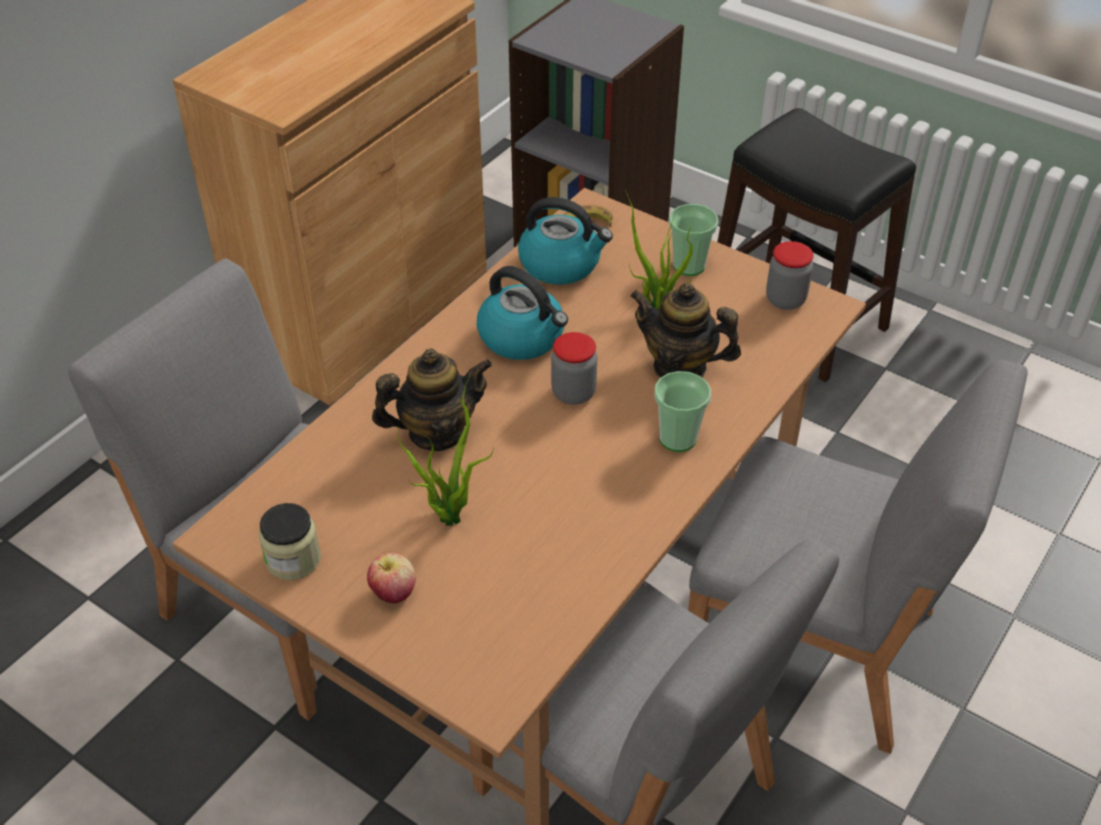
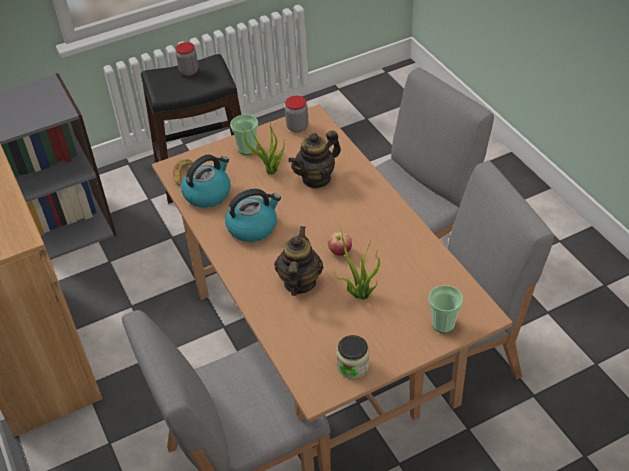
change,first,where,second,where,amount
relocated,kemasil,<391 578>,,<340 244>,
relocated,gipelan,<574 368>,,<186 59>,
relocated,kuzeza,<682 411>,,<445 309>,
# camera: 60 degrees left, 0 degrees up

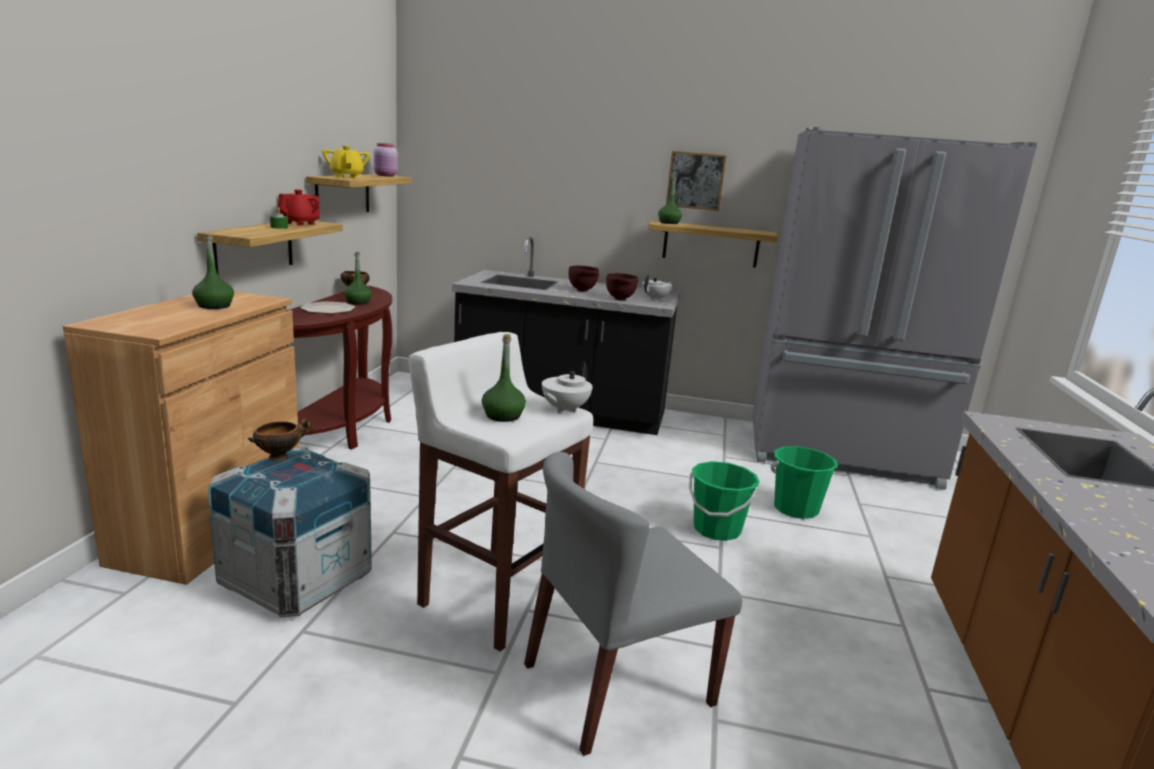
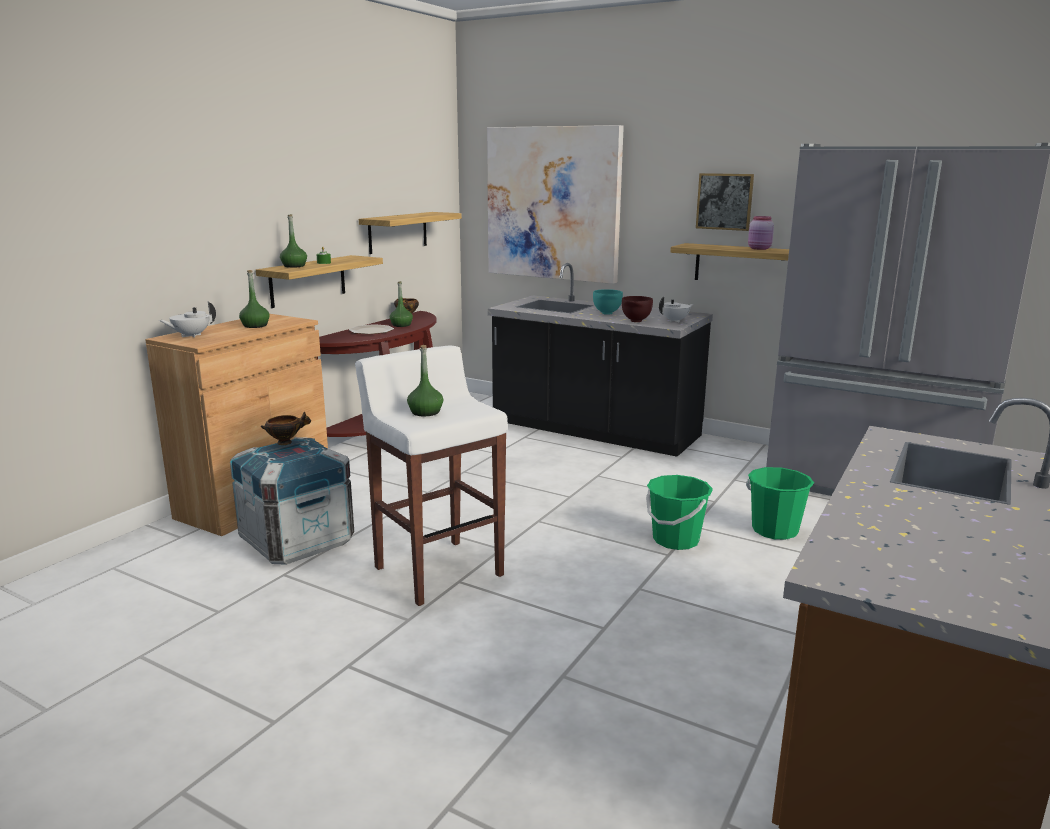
change,first,where,second,where,amount
missing,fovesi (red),<299 207>,,,
missing,fovesi (yellow),<346 161>,,,
relocated,gipelan (pink),<386 159>,,<761 233>,
missing,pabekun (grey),<633 604>,,,
relocated,fovesi (white),<567 387>,,<187 320>,
colour,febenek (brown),<584 279>,febenek (turquoise),<608 302>,
relocated,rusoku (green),<670 200>,,<293 241>,
appeared,,,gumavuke,<555 204>,
# camera: 20 degrees right, 0 degrees up

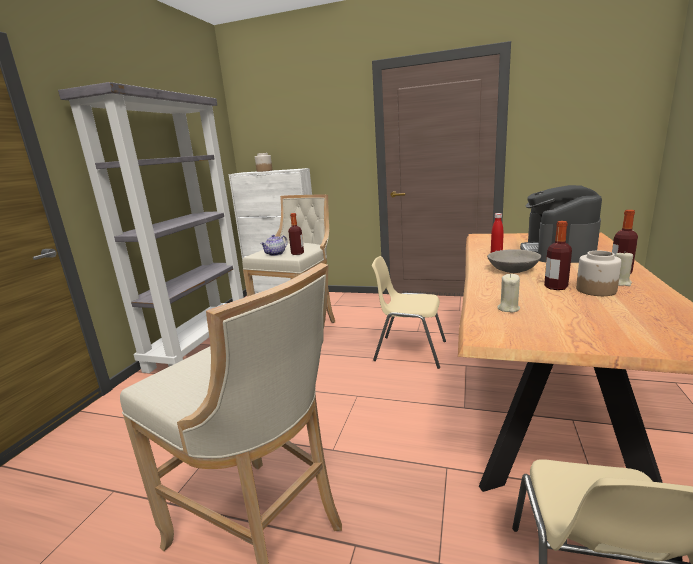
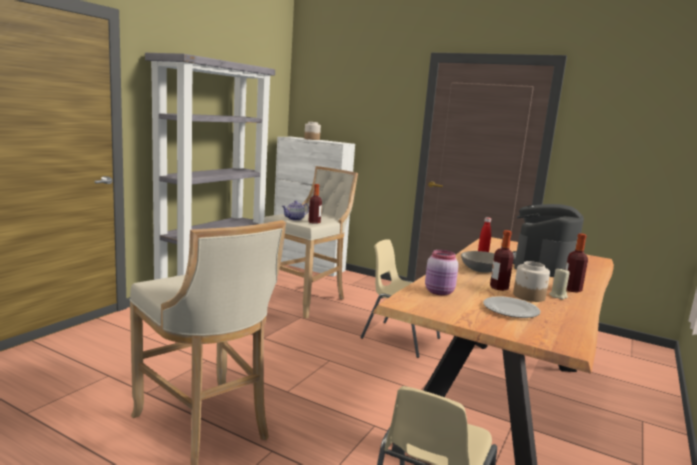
change,first,where,second,where,amount
exchanged,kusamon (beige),<508 293>,gipelan (pink),<442 273>,
appeared,,,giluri,<511 307>,
# camera: 10 degrees right, 5 degrees down

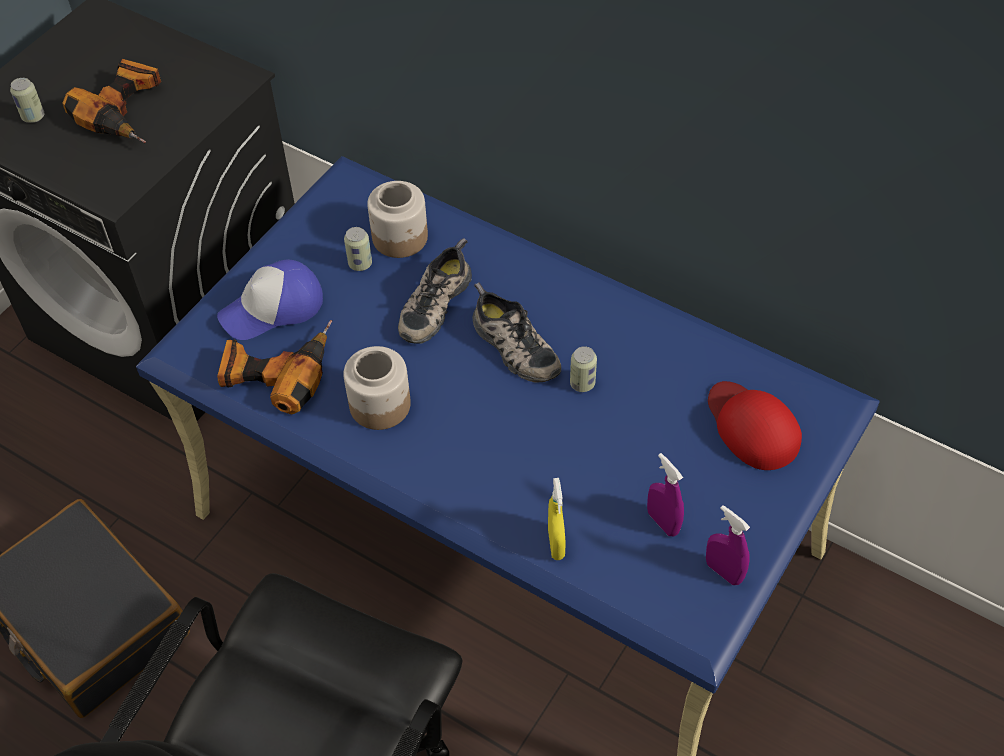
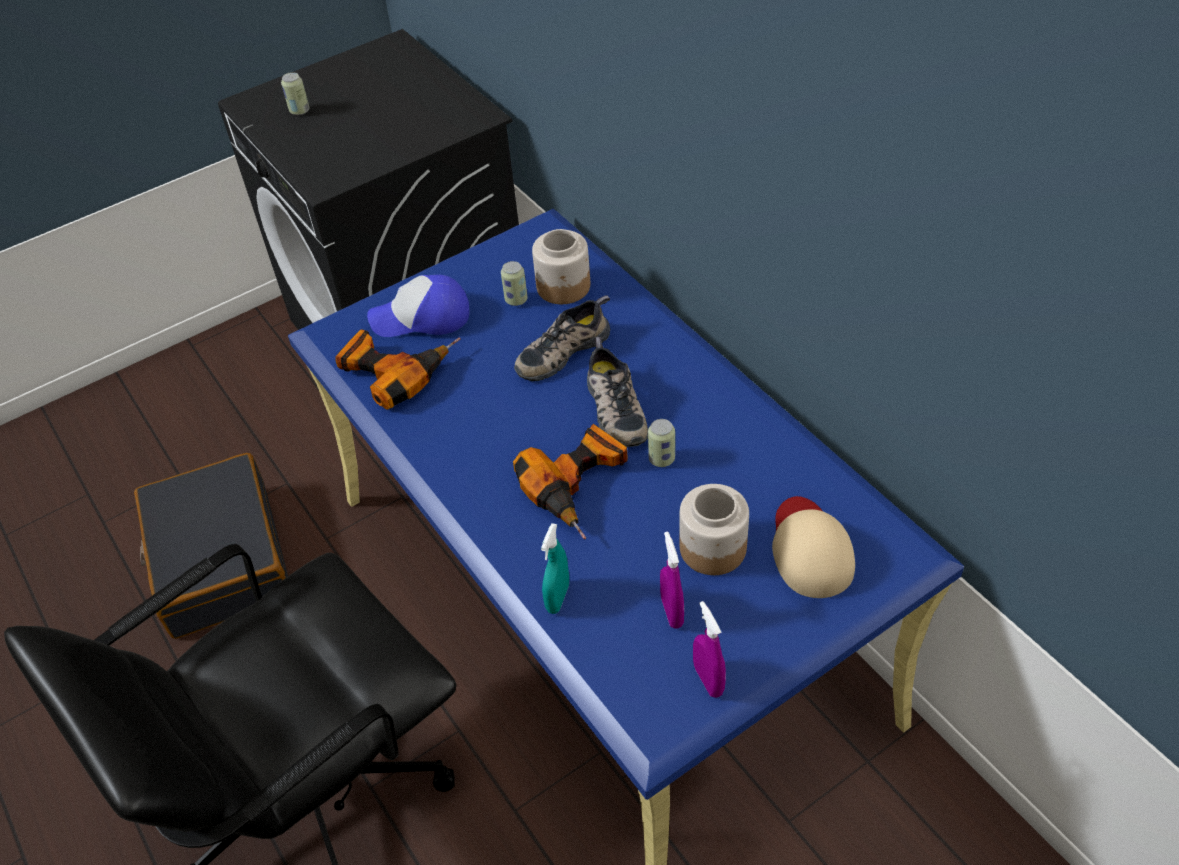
change,first,where,second,where,amount
relocated,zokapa,<111 101>,,<570 481>,
relocated,gipelan,<377 388>,,<714 529>,
colour,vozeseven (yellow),<557 519>,vozeseven (turquoise),<555 568>,
colour,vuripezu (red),<755 425>,vuripezu (beige),<813 547>,
# camera: 25 degrees right, 5 degrees down

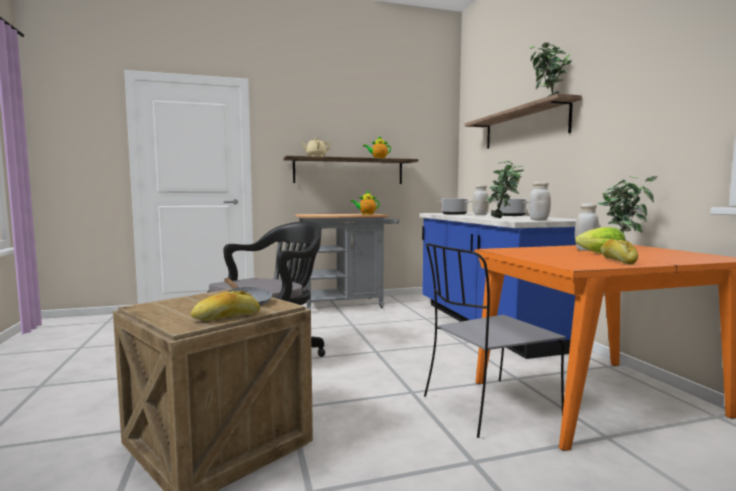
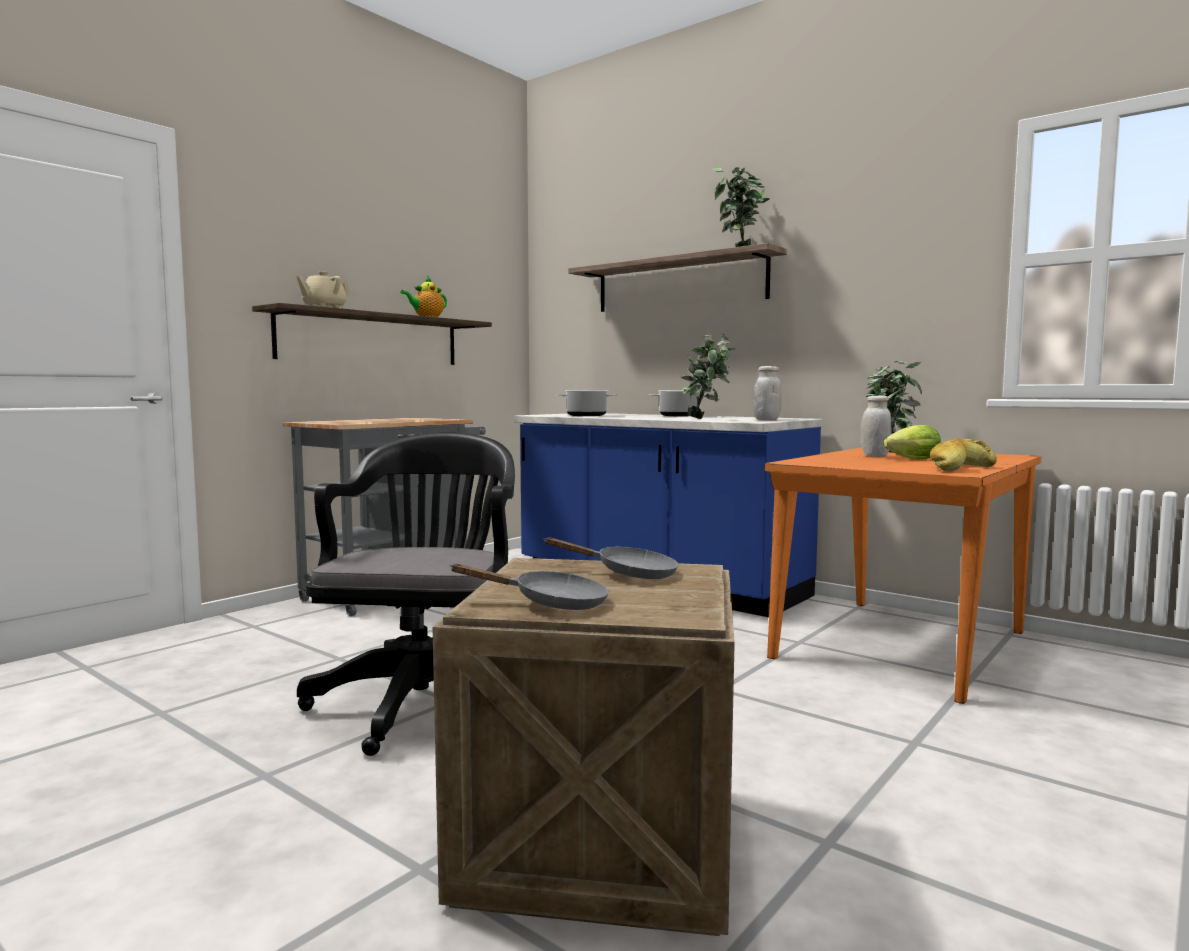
change,first,where,second,where,amount
relocated,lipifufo,<225 306>,,<948 456>,
missing,fovesi,<365 202>,,,
missing,pabekun (grey),<495 340>,,,
missing,gipelan (white),<481 200>,,,
appeared,,,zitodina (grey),<529 587>,
# camera: 35 degrees left, 0 degrees up

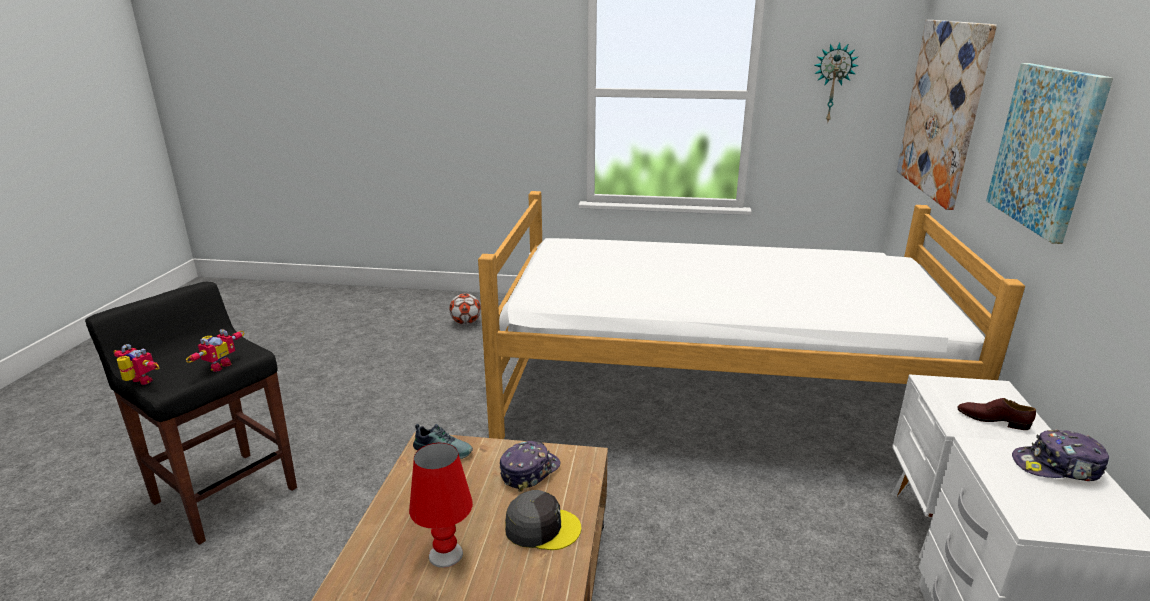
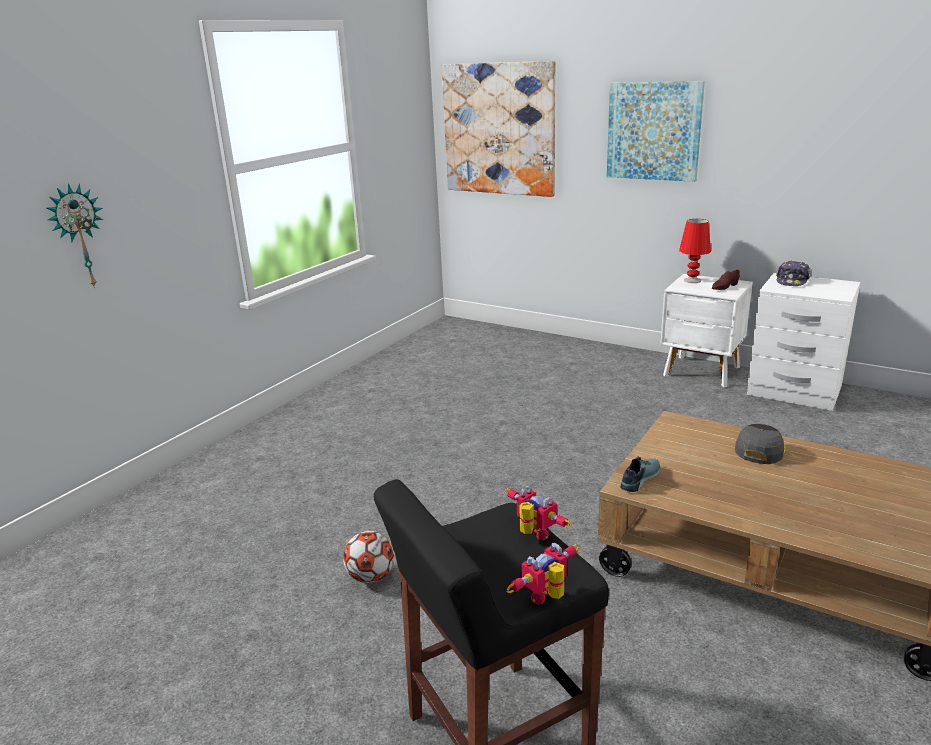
change,first,where,second,where,amount
relocated,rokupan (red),<441 505>,,<695 251>,
relocated,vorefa,<465 309>,,<368 557>,
missing,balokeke,<751 315>,,,
missing,vuripezu,<530 466>,,,
relocated,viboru,<836 82>,,<75 235>,
# camera: 65 degrees left, 0 degrees up

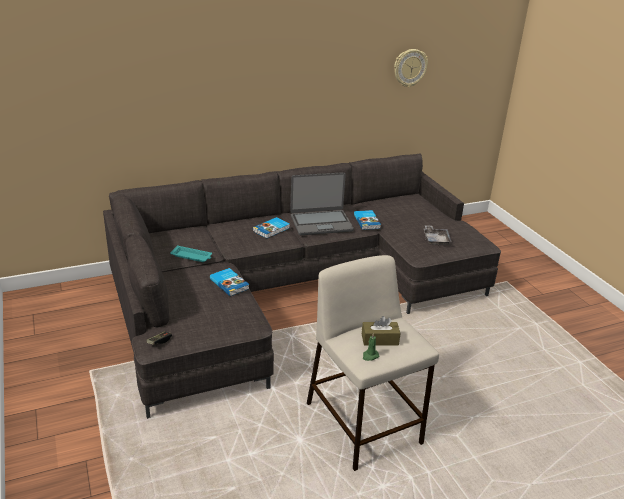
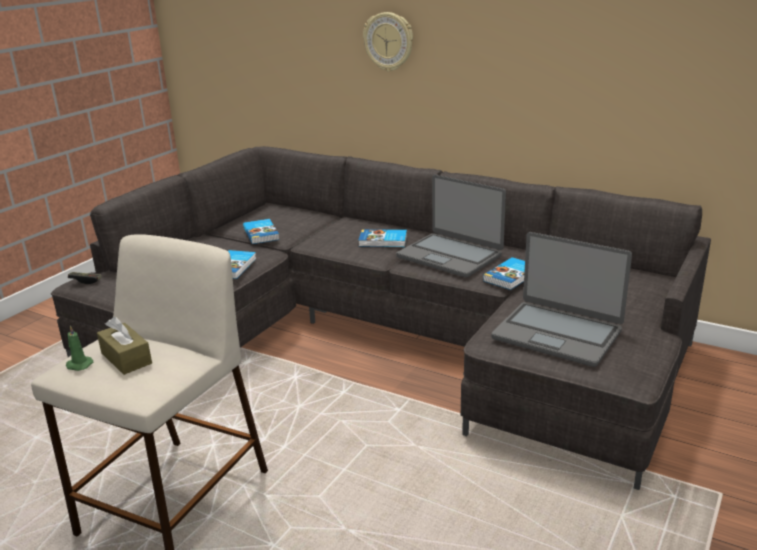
change,first,where,second,where,amount
exchanged,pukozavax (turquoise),<191 253>,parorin,<261 231>,
relocated,viboru,<411 68>,,<388 42>,
exchanged,pukozavax (grey),<437 235>,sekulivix,<561 299>,
# camera: 55 degrees right, 5 degrees down

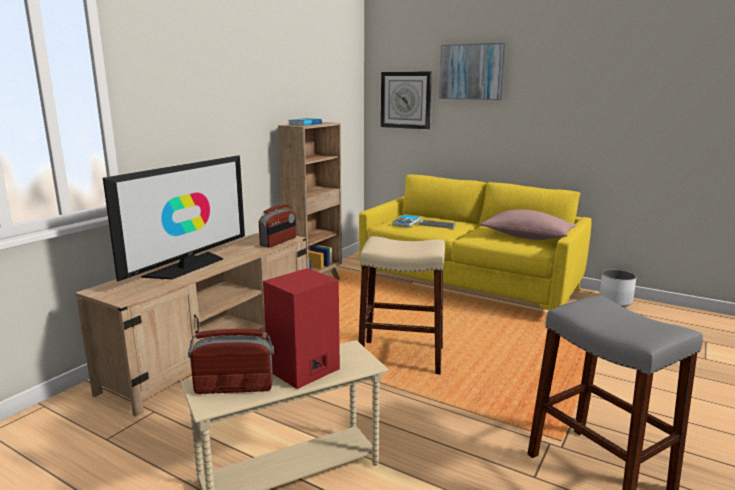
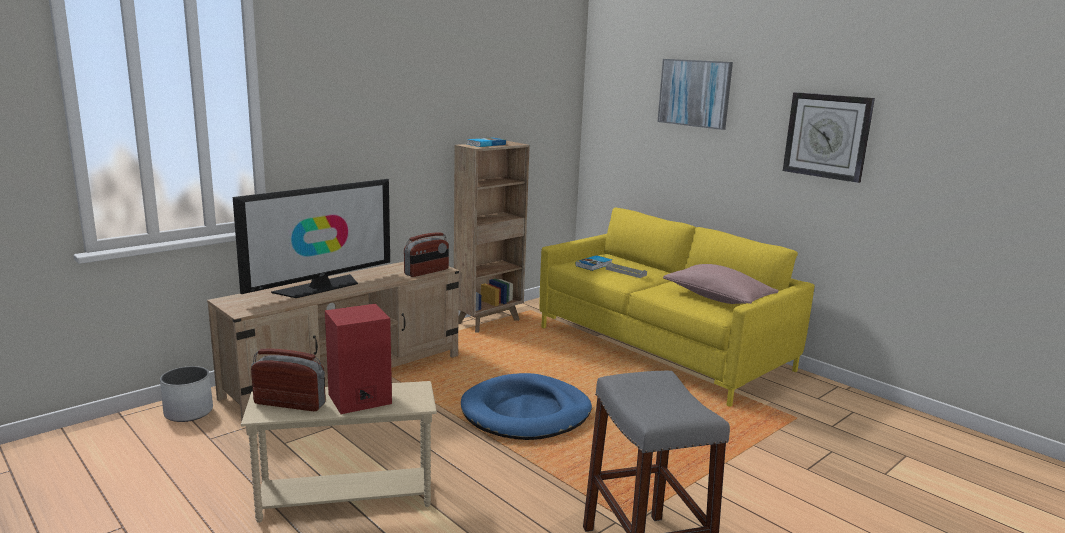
change,first,where,second,where,amount
exchanged,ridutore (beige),<401 305>,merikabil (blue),<526 406>,
relocated,viboru,<406 100>,,<829 137>,
relocated,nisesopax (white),<617 288>,,<186 394>,
# camera: 15 degrees right, 0 degrees up

